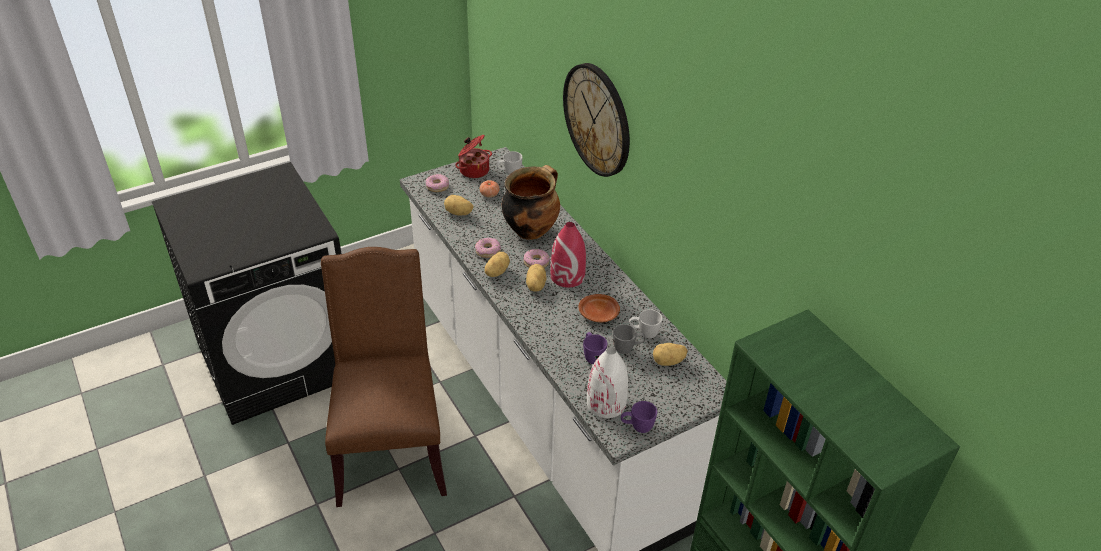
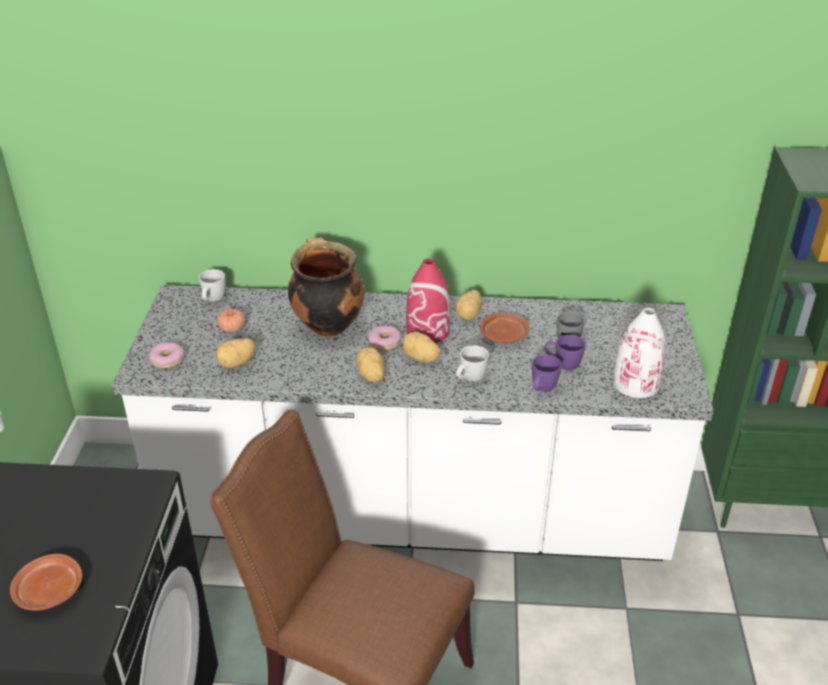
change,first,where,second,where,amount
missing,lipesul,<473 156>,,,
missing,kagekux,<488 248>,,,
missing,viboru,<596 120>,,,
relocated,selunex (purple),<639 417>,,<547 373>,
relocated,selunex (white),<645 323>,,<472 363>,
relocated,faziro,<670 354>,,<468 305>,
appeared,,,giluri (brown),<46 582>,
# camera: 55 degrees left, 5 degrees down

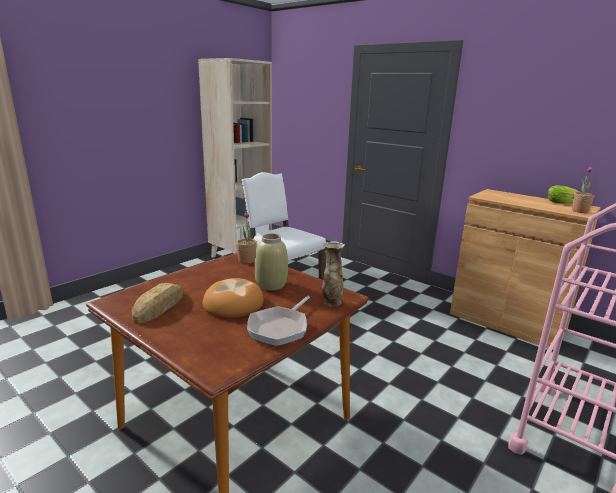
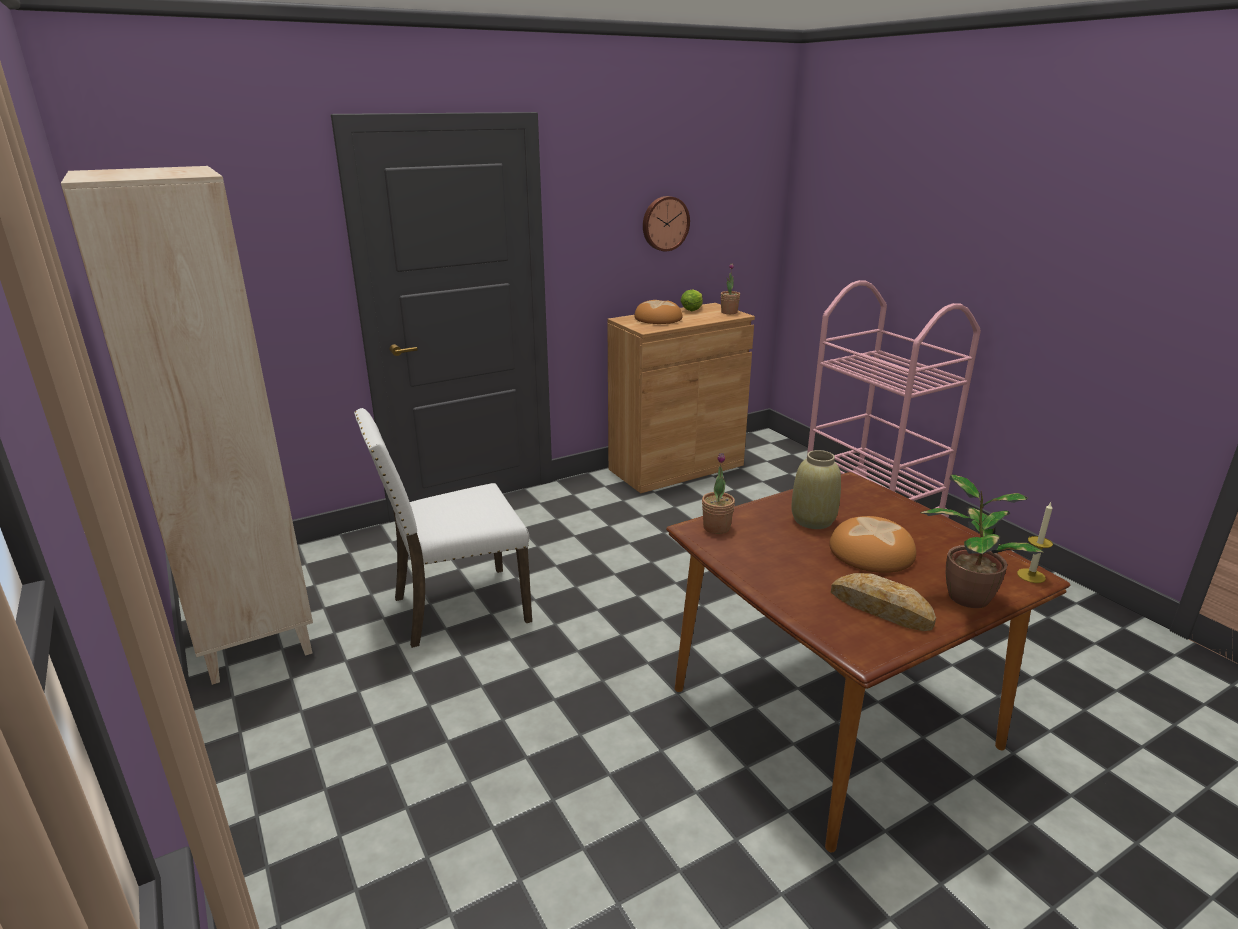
change,first,where,second,where,amount
missing,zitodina,<278 321>,,,
missing,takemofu,<333 274>,,,
appeared,,,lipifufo,<658 312>,
appeared,,,viboru,<666 223>,
appeared,,,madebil,<982 541>,
appeared,,,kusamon,<1035 543>,
# camera: 70 degrees left, 5 degrees up

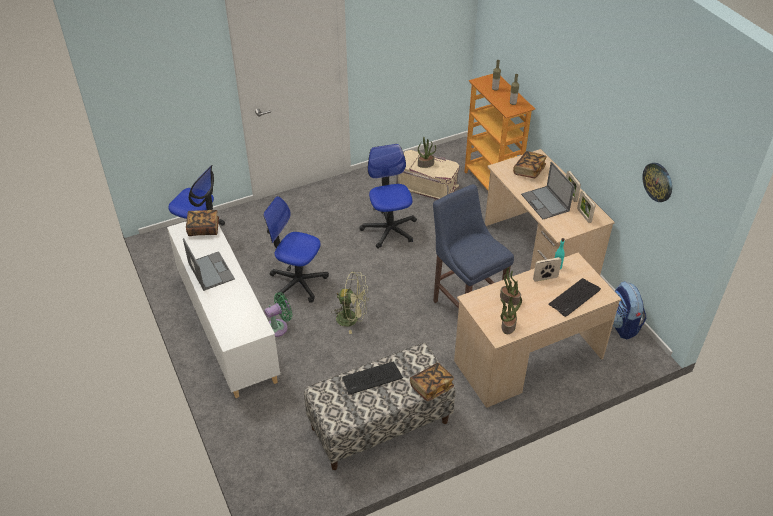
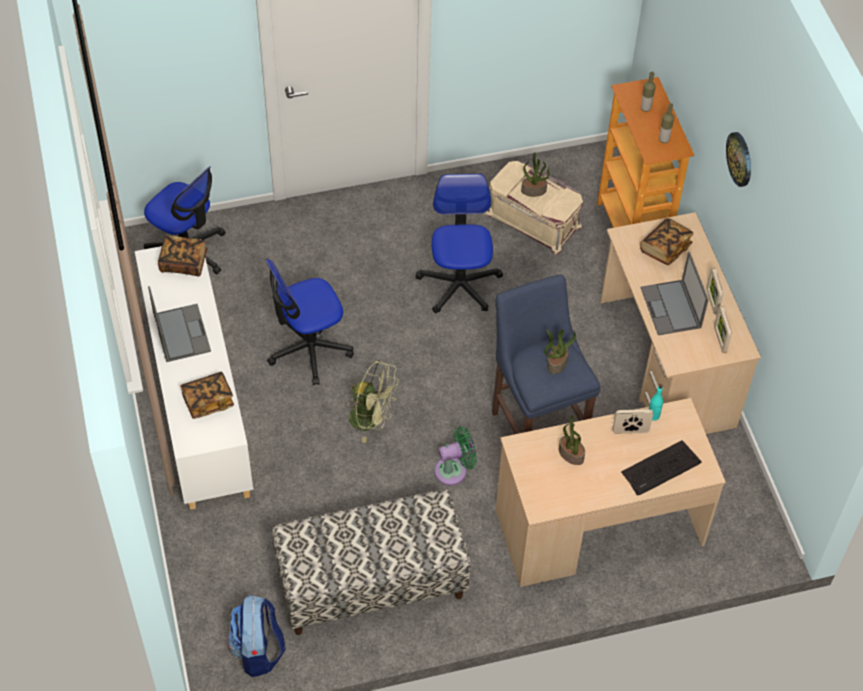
change,first,where,second,where,amount
spun,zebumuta,<296 249>,,<309 322>,60 degrees counterclockwise
relocated,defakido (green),<278 314>,,<455 456>,
missing,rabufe,<372 378>,,,
relocated,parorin,<432 382>,,<207 395>,
relocated,madebil,<511 315>,,<560 351>,
relocated,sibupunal,<629 310>,,<256 636>,
relocated,viboru,<657 182>,,<738 159>,
# camera: 10 degrees right, 10 degrees up

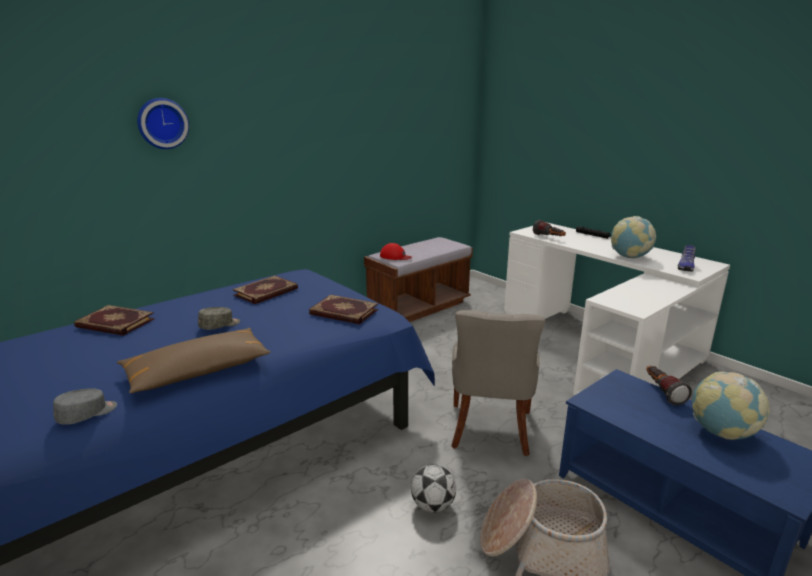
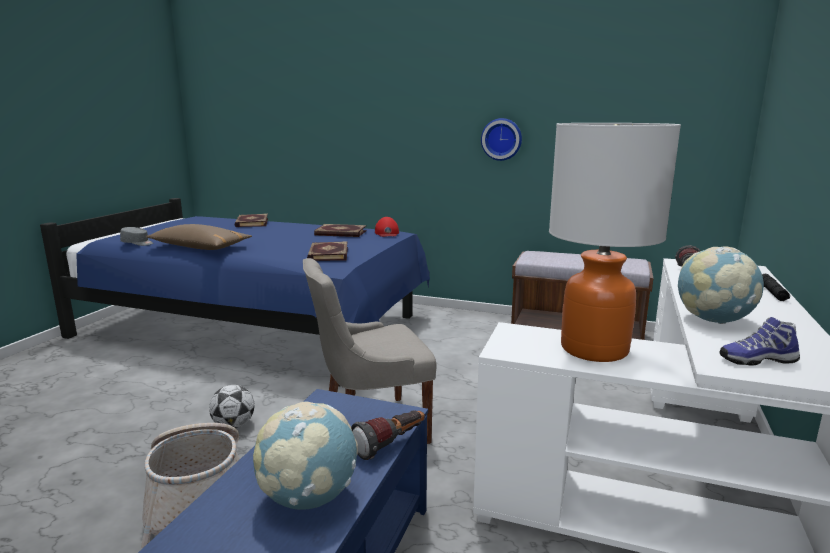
change,first,where,second,where,amount
relocated,viboru,<163 123>,,<501 139>,
missing,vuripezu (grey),<219 318>,,,
relocated,vuripezu (red),<396 251>,,<387 227>,
appeared,,,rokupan,<615 242>,
# camera: 60 degrees right, 5 degrees down

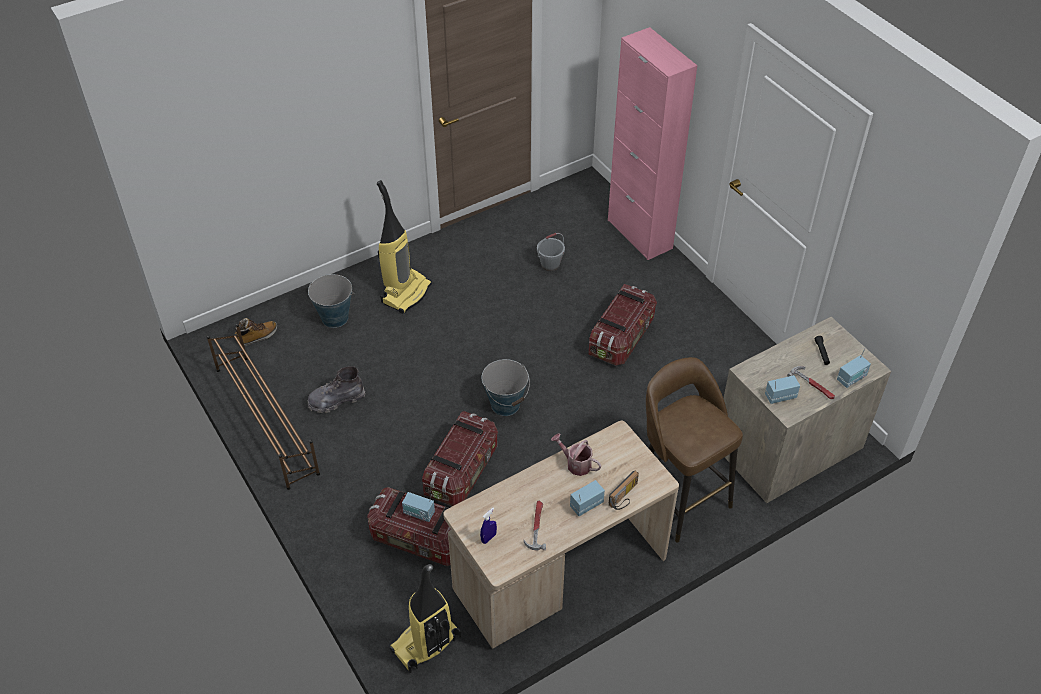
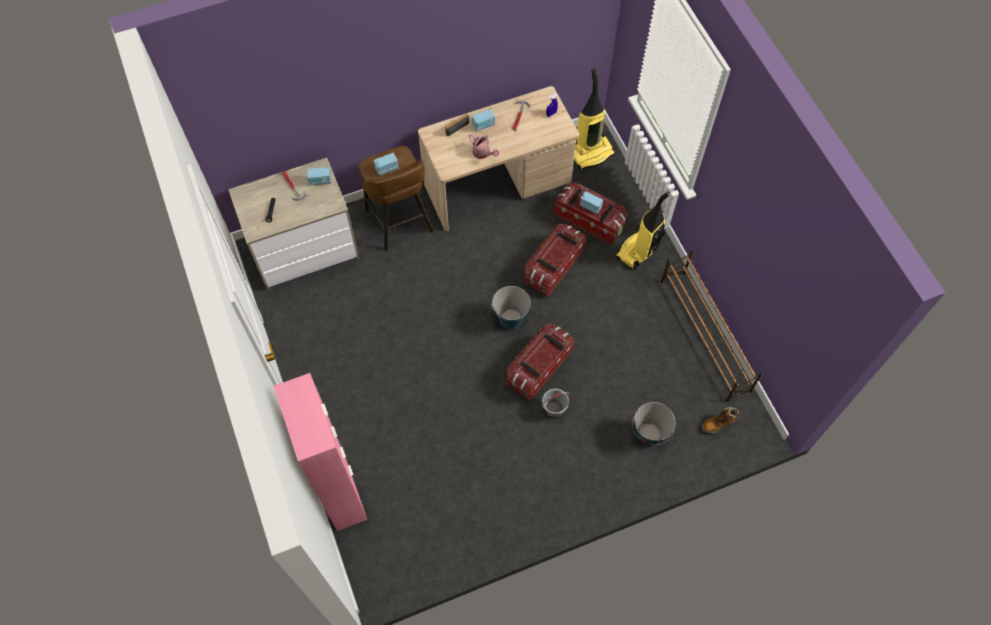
change,first,where,second,where,amount
missing,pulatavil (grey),<336 389>,,,
relocated,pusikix,<404 247>,,<643 231>,
relocated,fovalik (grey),<551 252>,,<555 403>,
relocated,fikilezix,<622 324>,,<541 362>,
relocated,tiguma,<854 368>,,<386 164>,
# camera: 170 degrees left, 15 degrees up

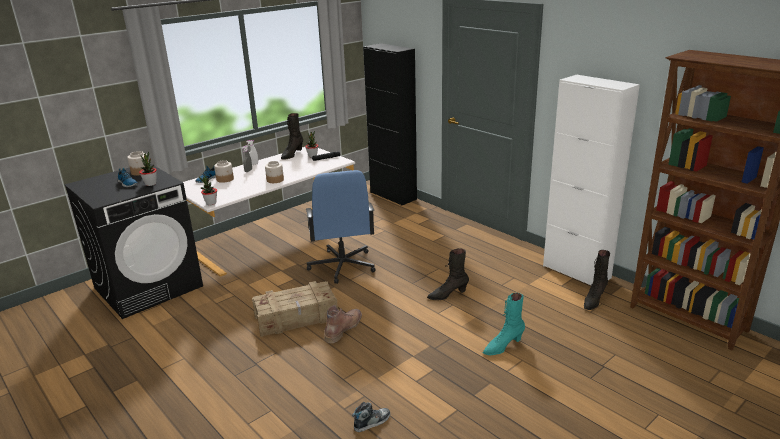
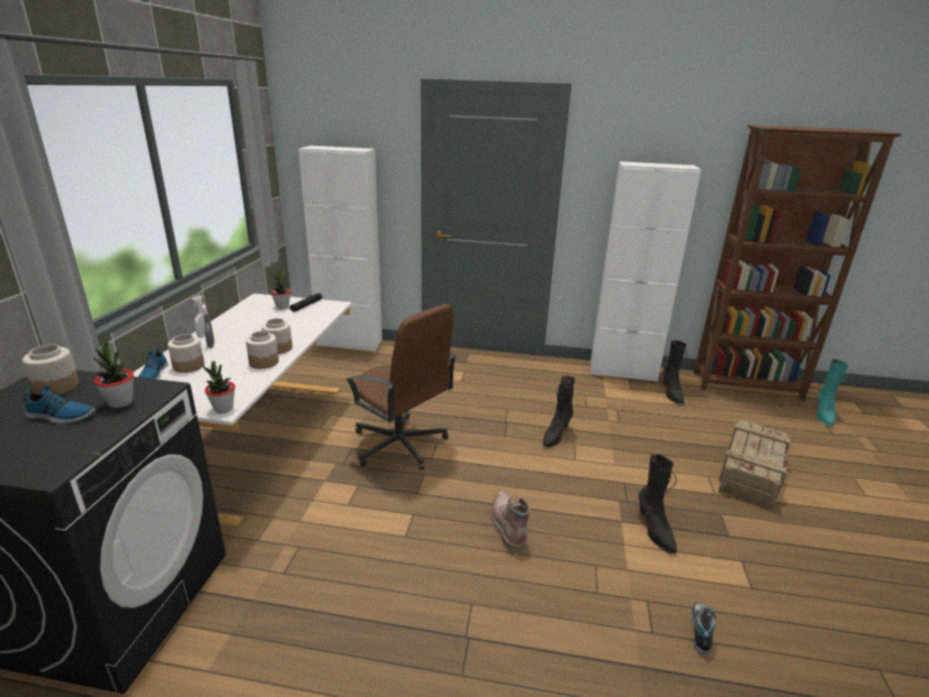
change,first,where,second,where,amount
relocated,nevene,<295 309>,,<754 465>,
relocated,pulatavil (black),<292 136>,,<658 504>,
colour,zebumuta (blue),<340 227>,zebumuta (brown),<400 387>,
colour,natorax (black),<390 124>,natorax (white),<340 249>,
relocated,pulatavil (turquoise),<504 324>,,<832 392>,
appeared,,,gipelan,<262 350>,
# camera: 40 degrees left, 0 degrees up

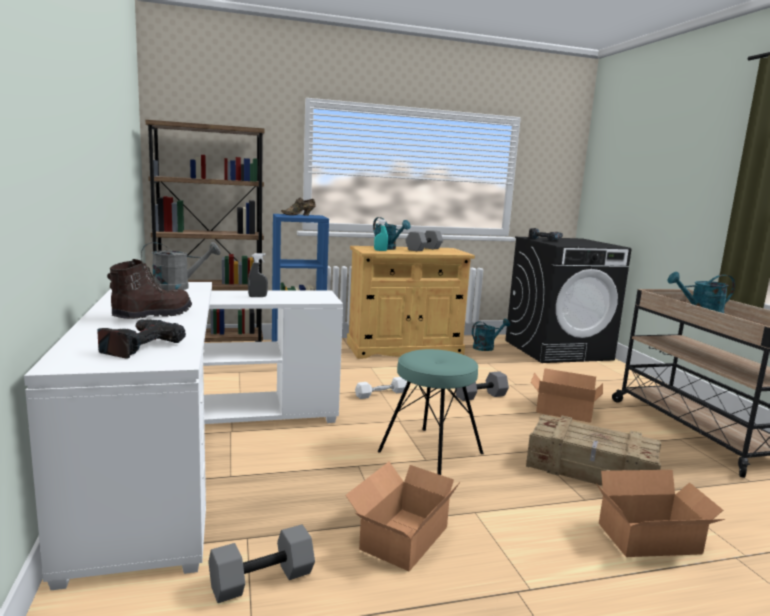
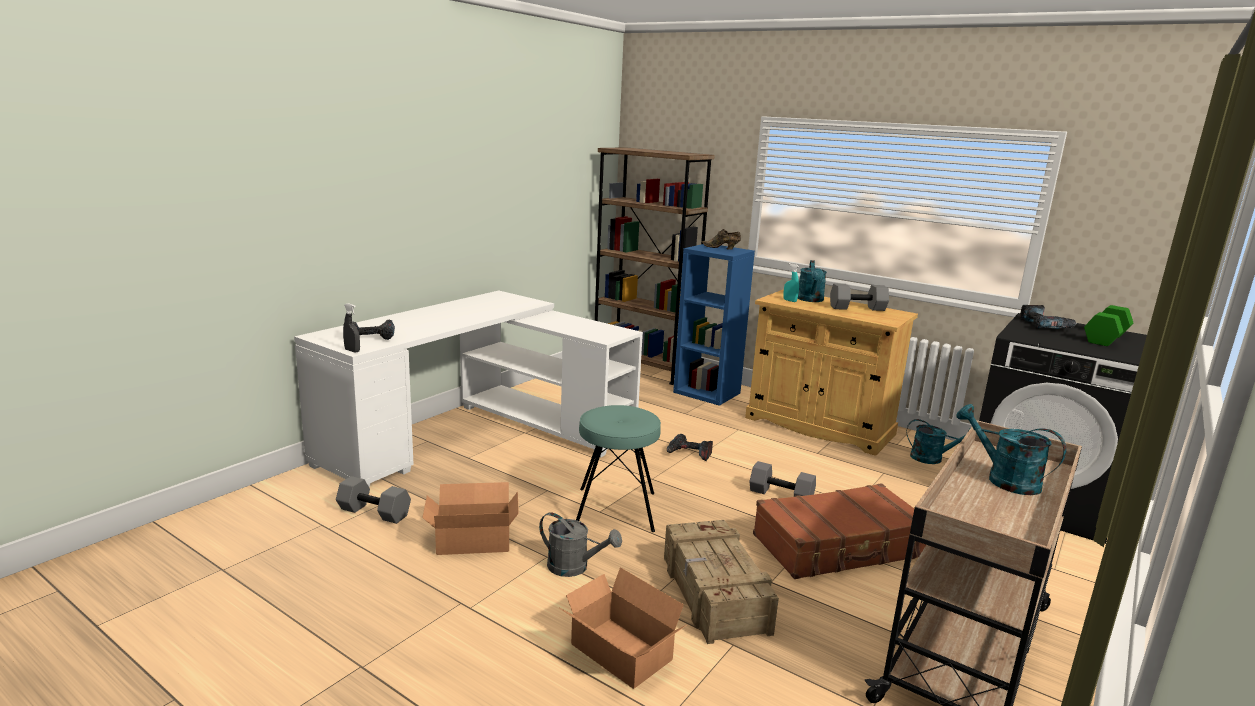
change,first,where,second,where,amount
missing,pulatavil (brown),<149 289>,,,
relocated,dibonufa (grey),<181 266>,,<580 544>,
relocated,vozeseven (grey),<258 275>,,<351 327>,
exchanged,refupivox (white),<381 388>,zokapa,<690 447>,
exchanged,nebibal,<567 395>,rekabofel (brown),<839 531>,
appeared,,,refupivox (green),<1108 325>,
# camera: 50 degrees right, 5 degrees up

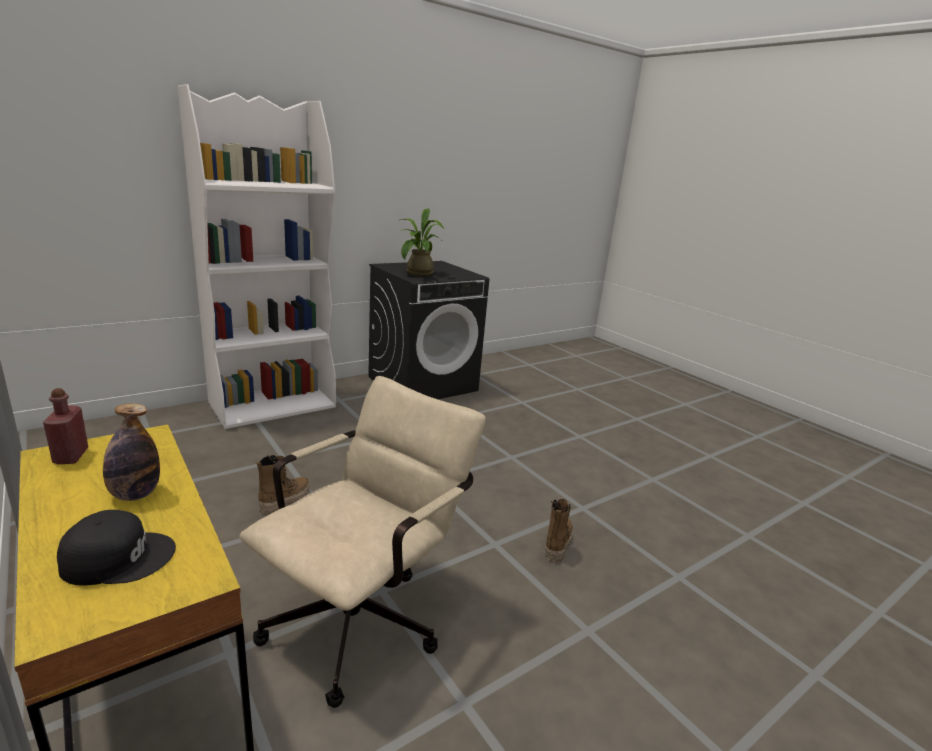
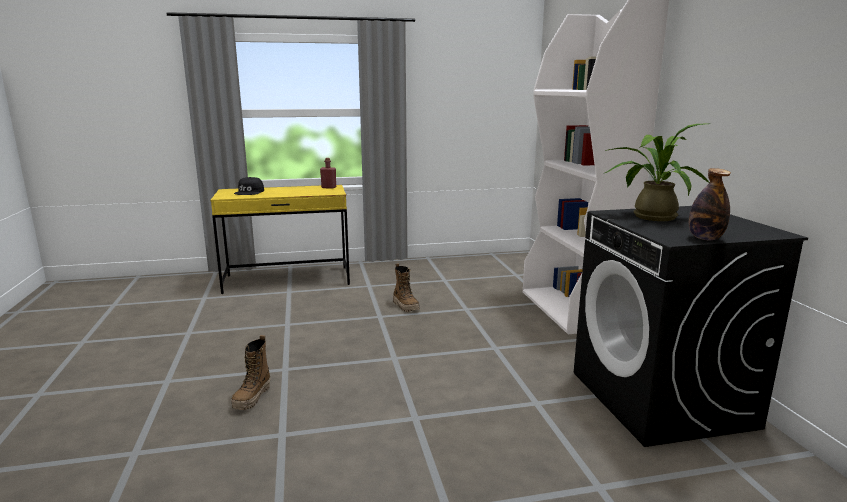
change,first,where,second,where,amount
relocated,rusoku,<131 452>,,<710 204>,
missing,zebumuta (beige),<362 542>,,,
spun,pulatavil,<559 531>,,<251 372>,60 degrees clockwise
# camera: 115 degrees right, 5 degrees down

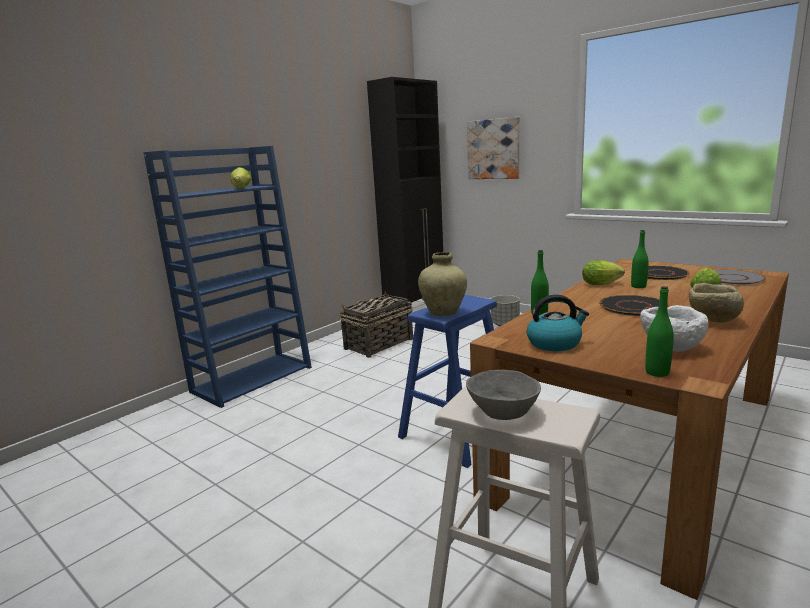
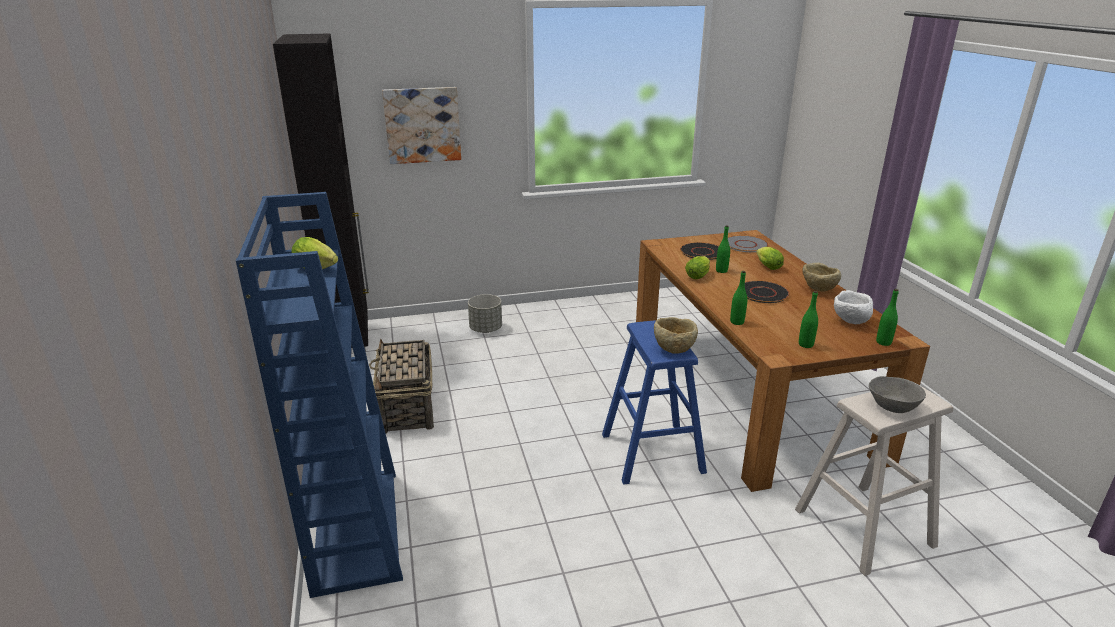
change,first,where,second,where,amount
exchanged,takemofu (beige),<442 284>,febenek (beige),<676 335>,
exchanged,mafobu,<558 323>,rusoku (green),<808 319>,
# camera: 55 degrees left, 10 degrees up

